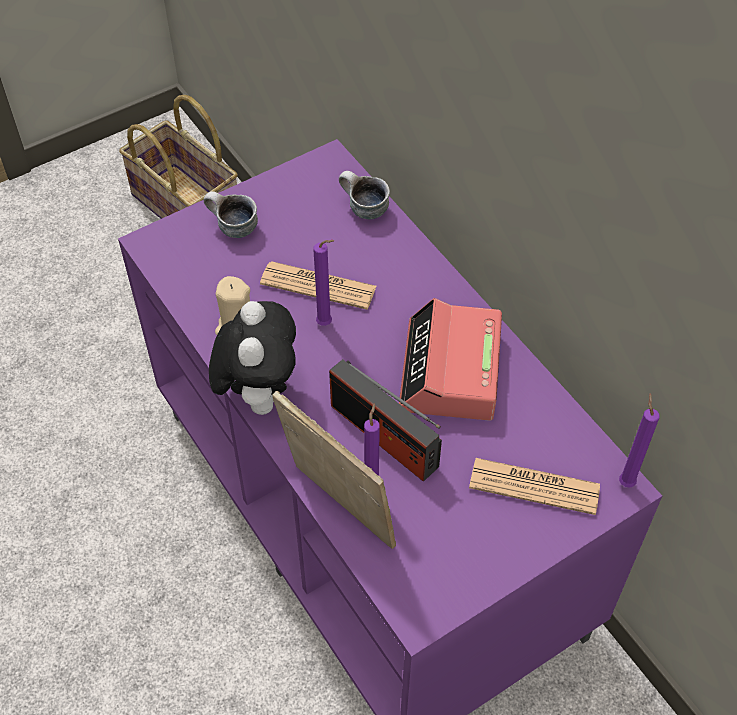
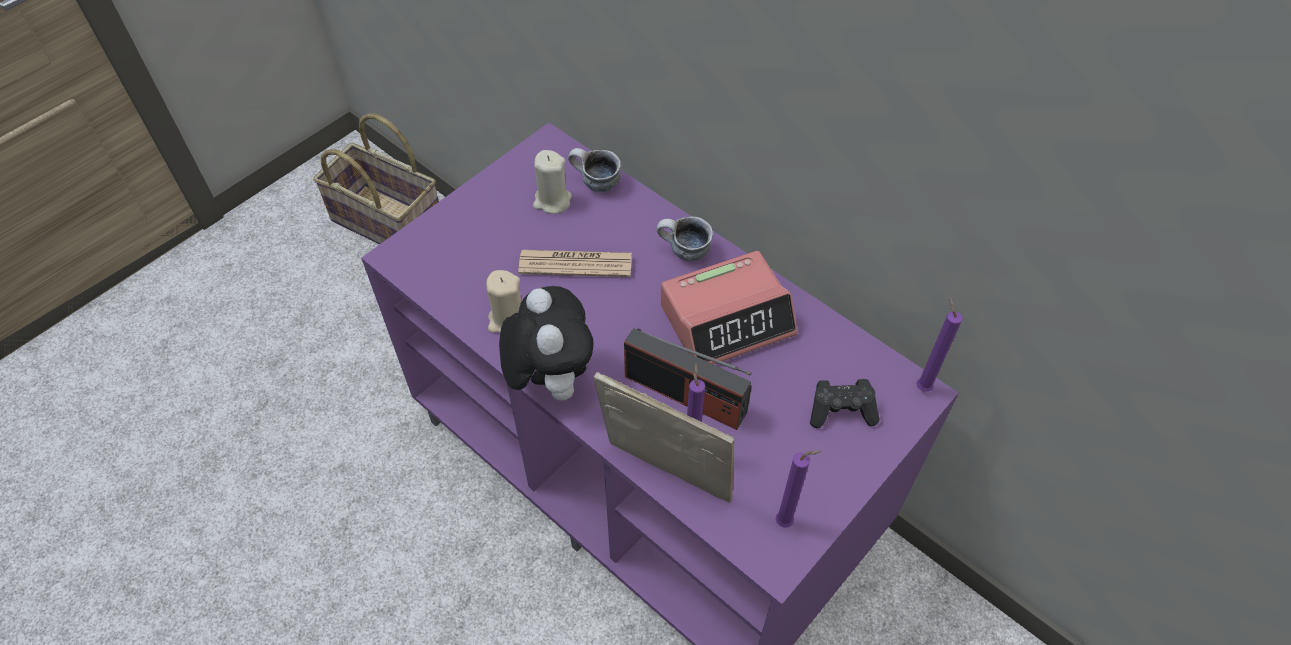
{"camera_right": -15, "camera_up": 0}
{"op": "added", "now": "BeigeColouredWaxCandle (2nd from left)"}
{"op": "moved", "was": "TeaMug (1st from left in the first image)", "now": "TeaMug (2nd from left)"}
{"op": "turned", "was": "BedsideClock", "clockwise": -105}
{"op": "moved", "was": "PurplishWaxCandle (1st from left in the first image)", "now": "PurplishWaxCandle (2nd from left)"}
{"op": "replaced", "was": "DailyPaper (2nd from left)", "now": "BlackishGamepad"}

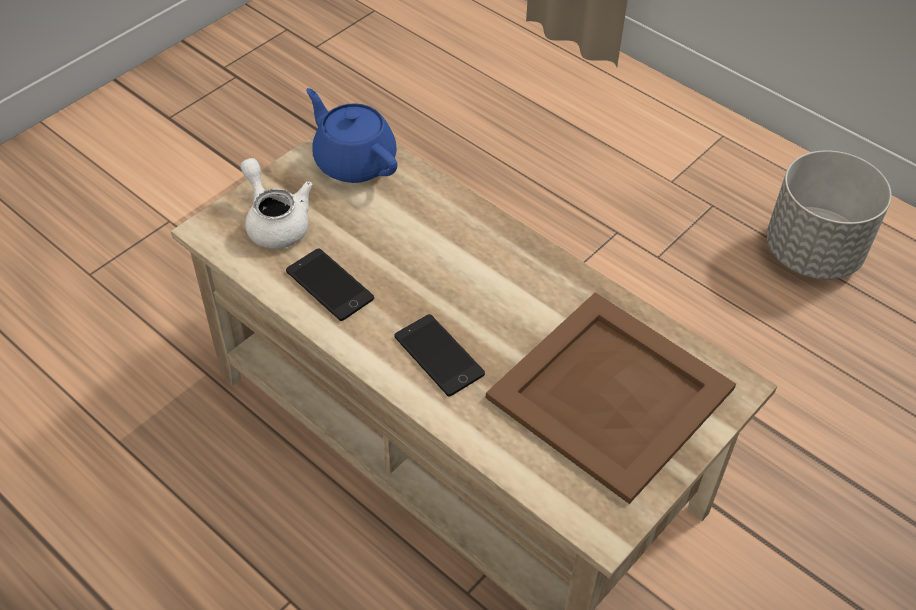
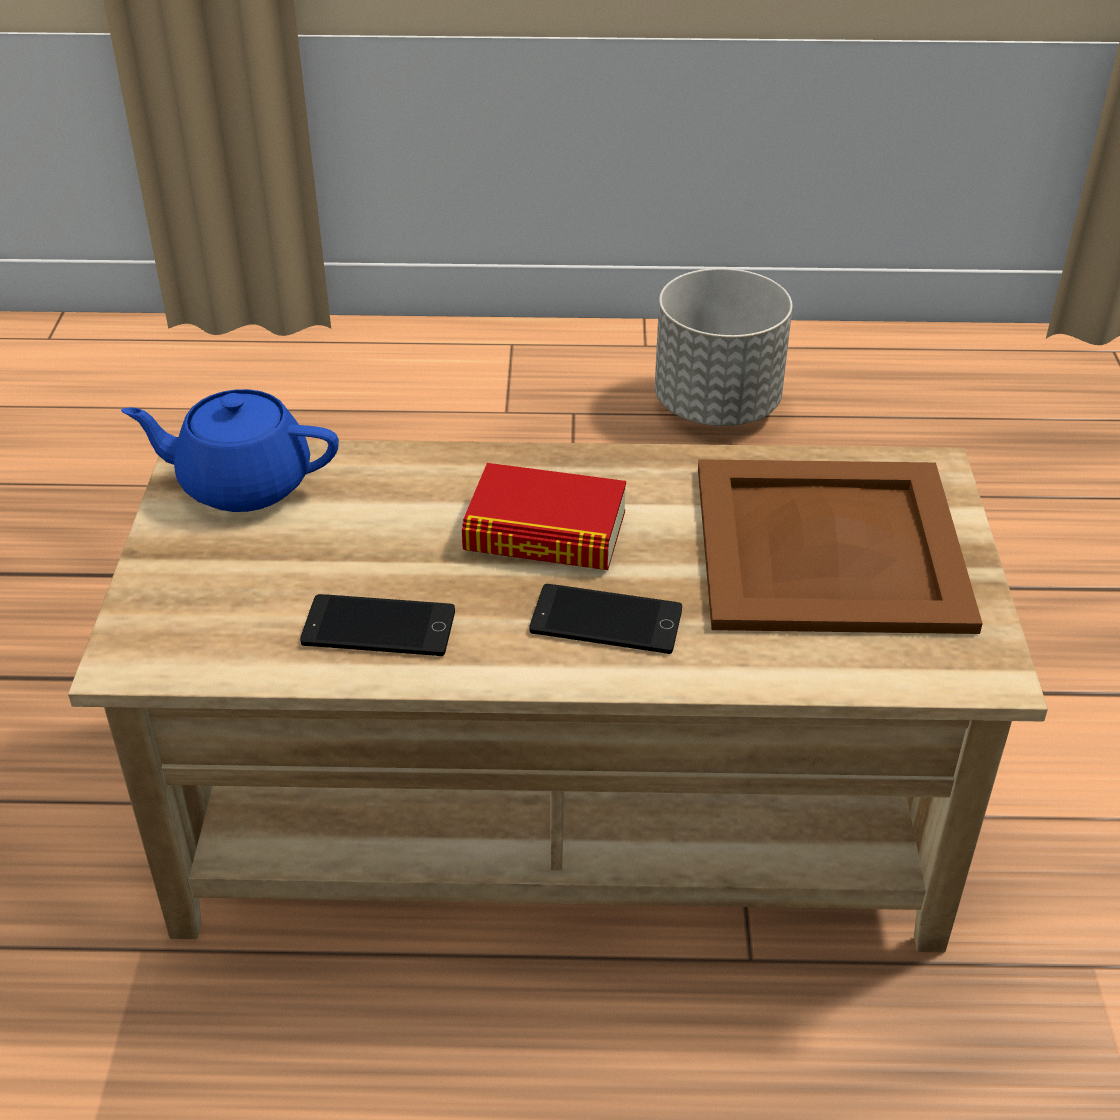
{"camera_right": -40, "camera_up": -10}
{"op": "added", "now": "Volume"}
{"op": "removed", "was": "WhitishPotForTea"}

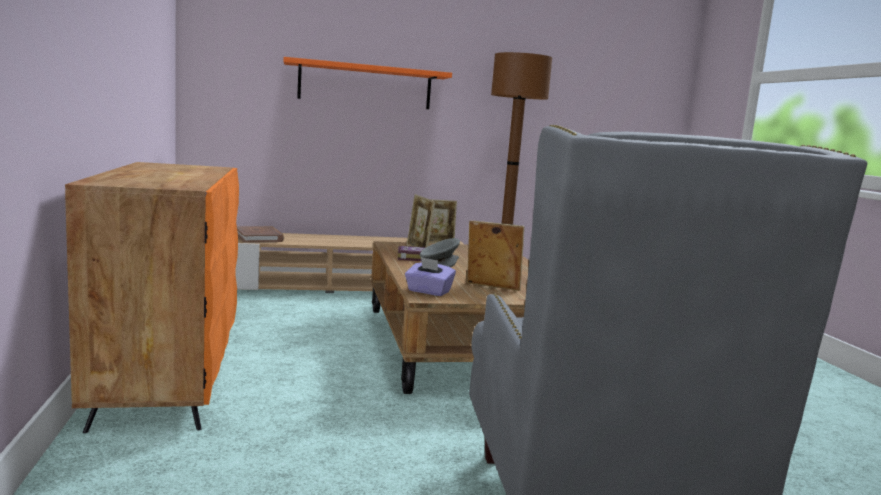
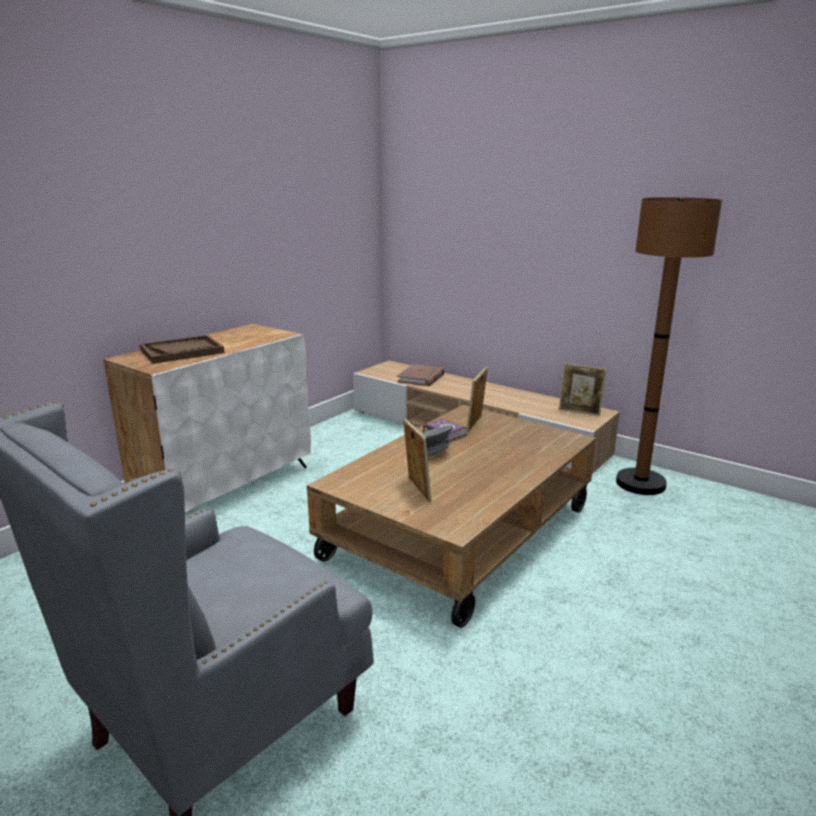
{"camera_right": 50, "camera_up": 10}
{"op": "recoloured", "was": "OrangeColouredCabinet", "now": "WhitishCabinet"}
{"op": "added", "now": "BrownCarryingTray"}
{"op": "removed", "was": "OrangeColouredBracketShelf"}
{"op": "removed", "was": "PurplishTissueHolder"}

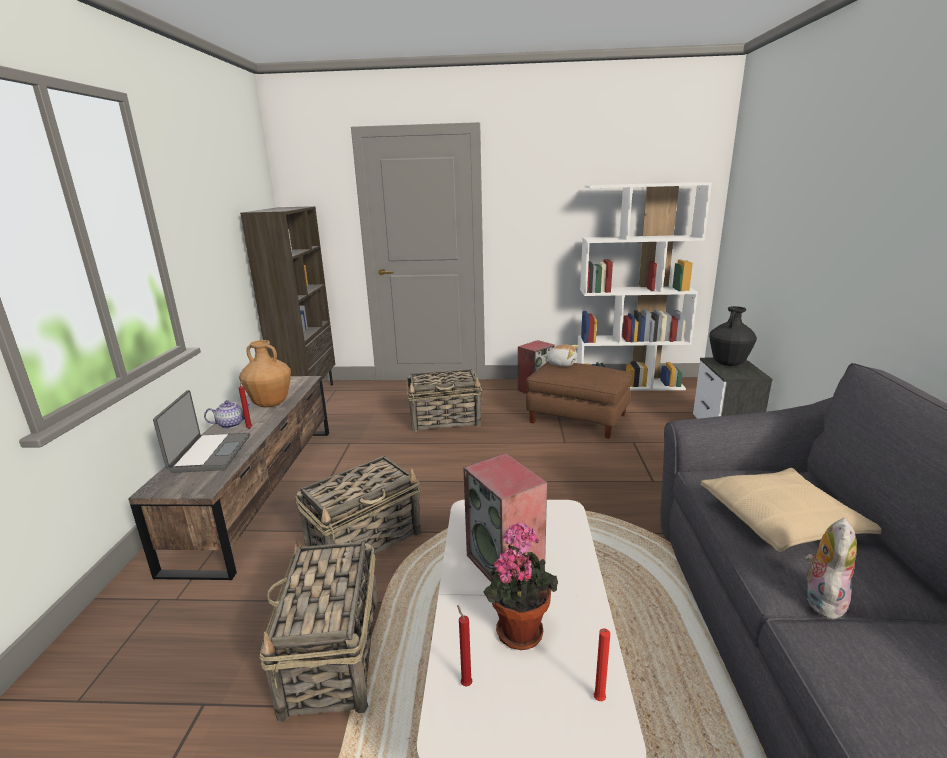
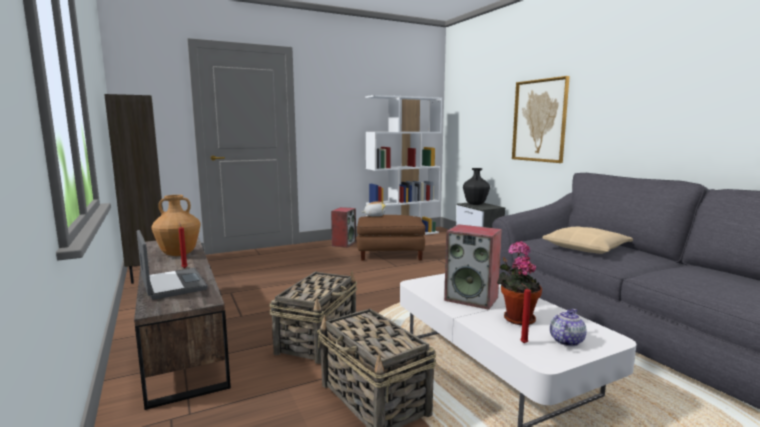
{"camera_right": -30, "camera_up": -10}
{"op": "added", "now": "Picture"}
{"op": "moved", "was": "PotForTea"}
{"op": "removed", "was": "Basket (3rd from left)"}
{"op": "removed", "was": "ReddishWaxCandle (3rd from left)"}
{"op": "removed", "was": "SoftToy (2nd from left)"}

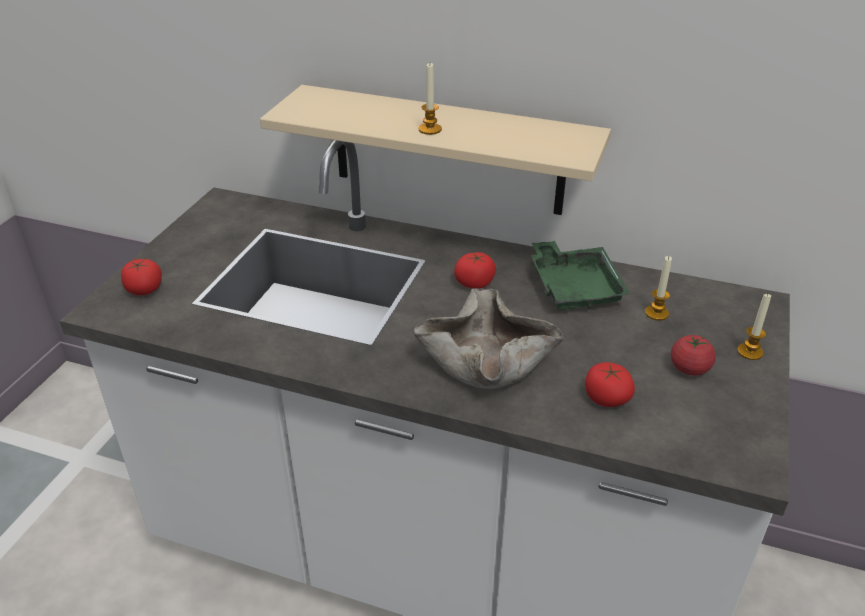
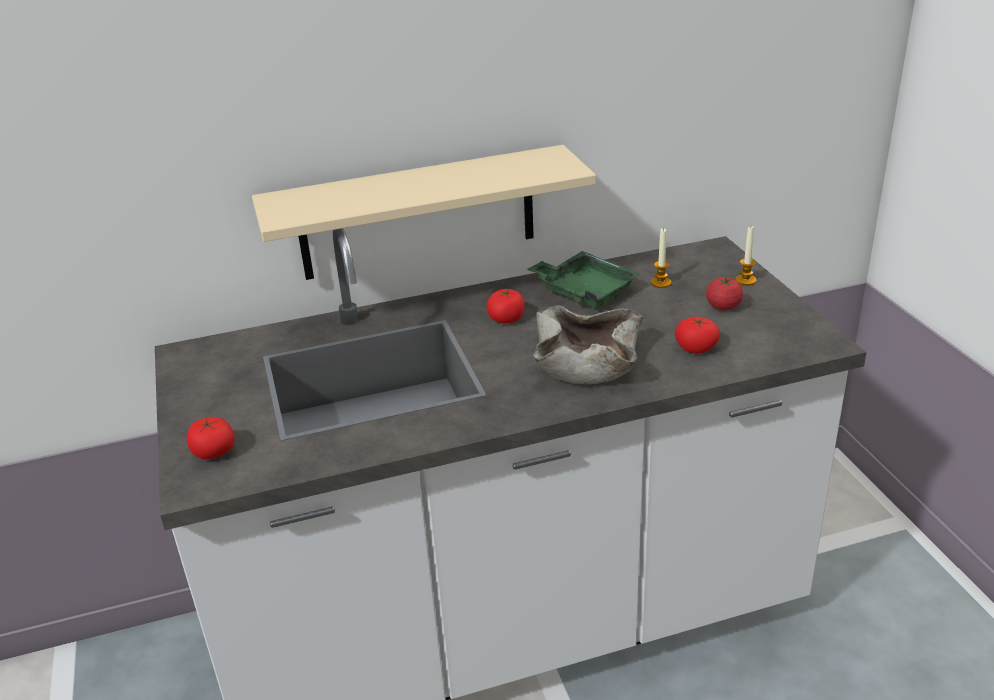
{"camera_right": -35, "camera_up": -5}
{"op": "removed", "was": "WaxCandle (1st from left)"}

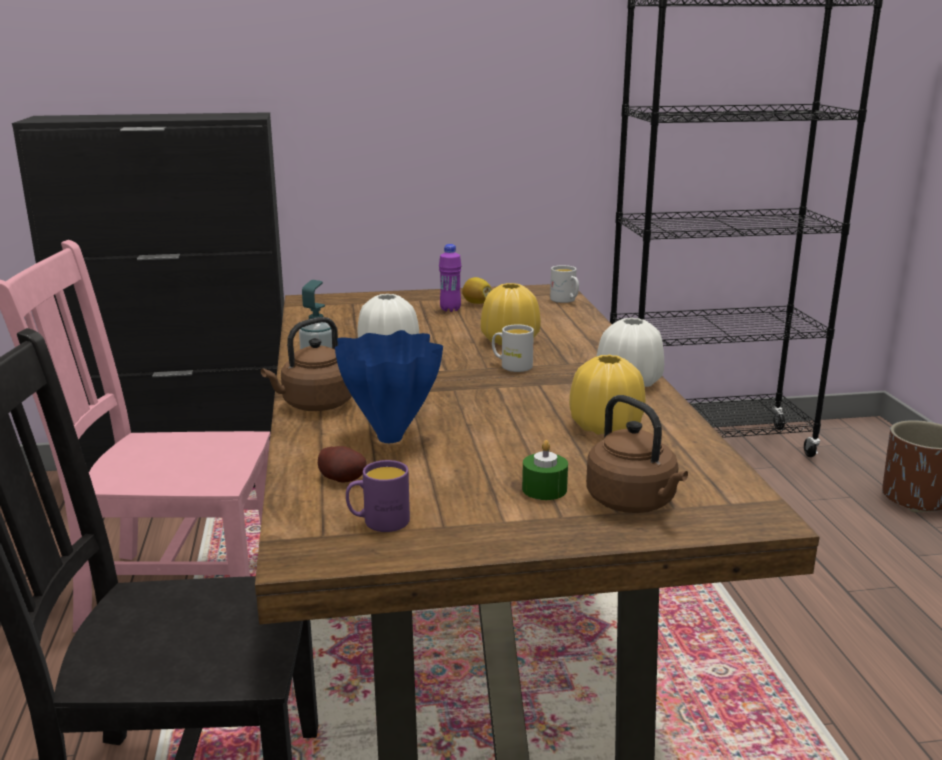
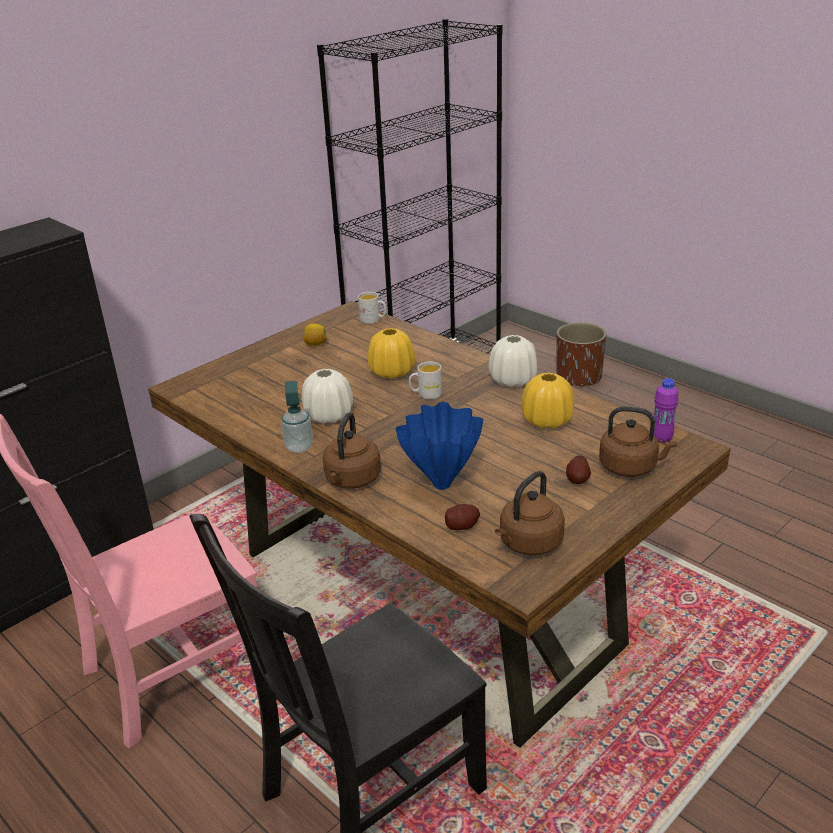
{"camera_right": -35, "camera_up": 10}
{"op": "replaced", "was": "PurplishTeaMug", "now": "BrownTeaKettle (2nd from left)"}
{"op": "replaced", "was": "GreenColouredWaxCandle", "now": "WholePotato (2nd from left)"}
{"op": "moved", "was": "PurplishBeverageBottle"}

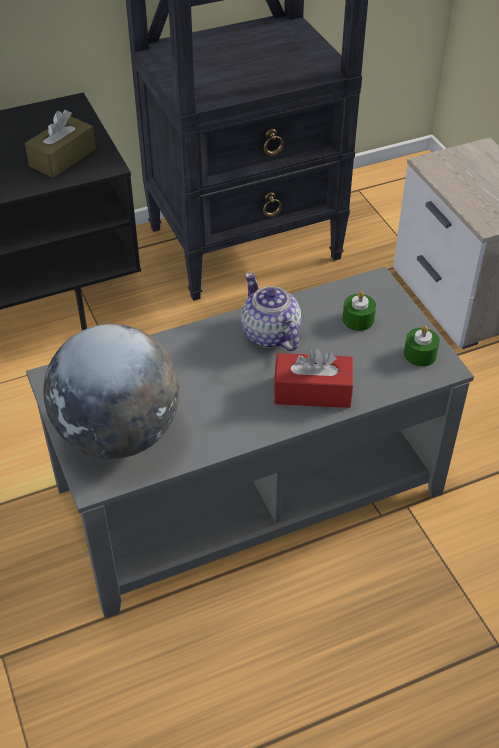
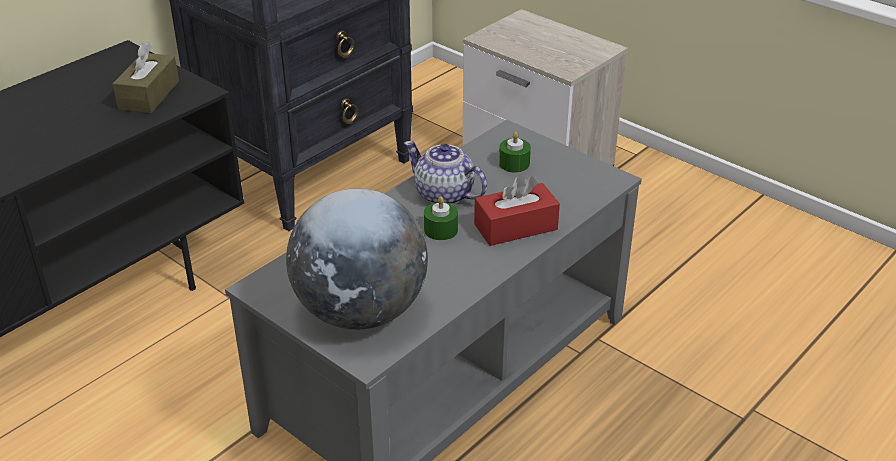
{"camera_right": -25, "camera_up": -10}
{"op": "moved", "was": "GreenColouredWaxCandle (2nd from left in the first image)", "now": "GreenColouredWaxCandle (1st from left)"}

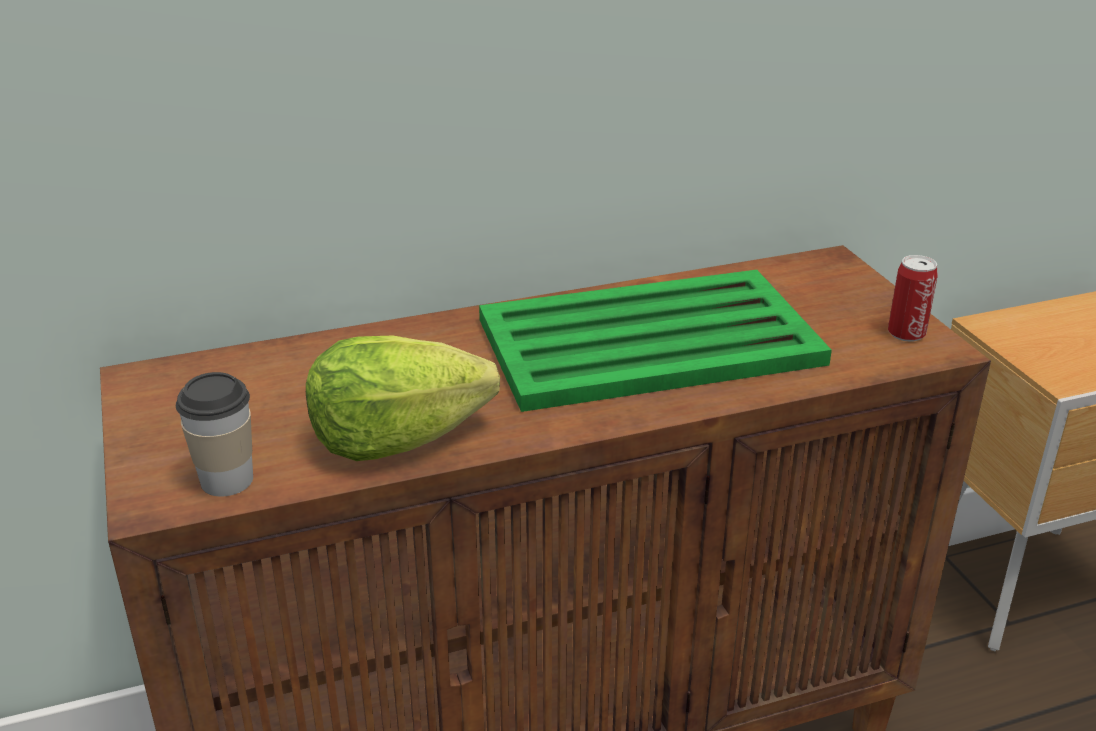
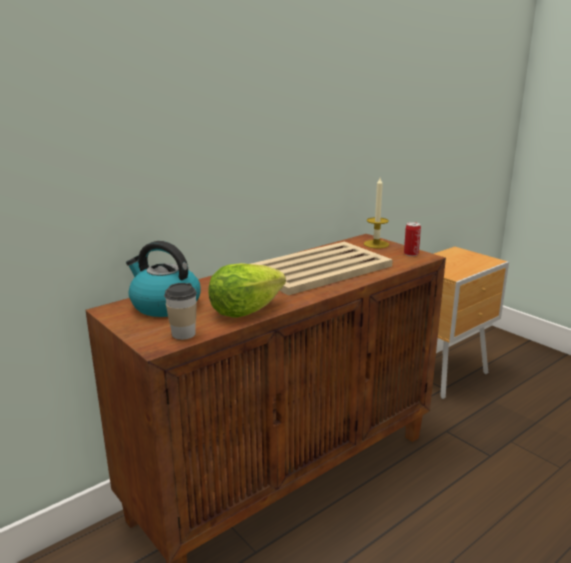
{"camera_right": -20, "camera_up": -10}
{"op": "added", "now": "TeaKettle"}
{"op": "recoloured", "was": "GreenColouredCarryingTray", "now": "BeigeColouredCarryingTray"}
{"op": "added", "now": "WaxCandle"}

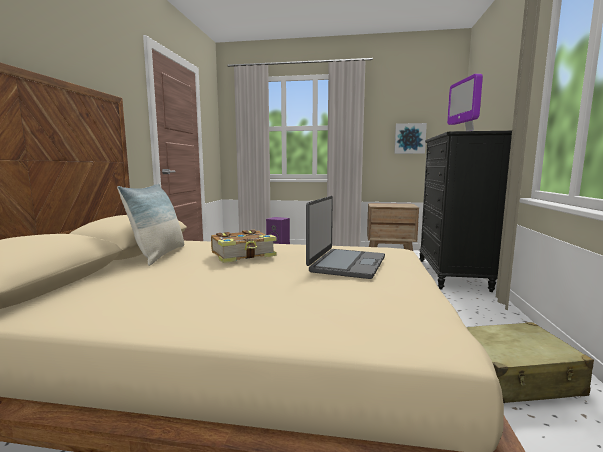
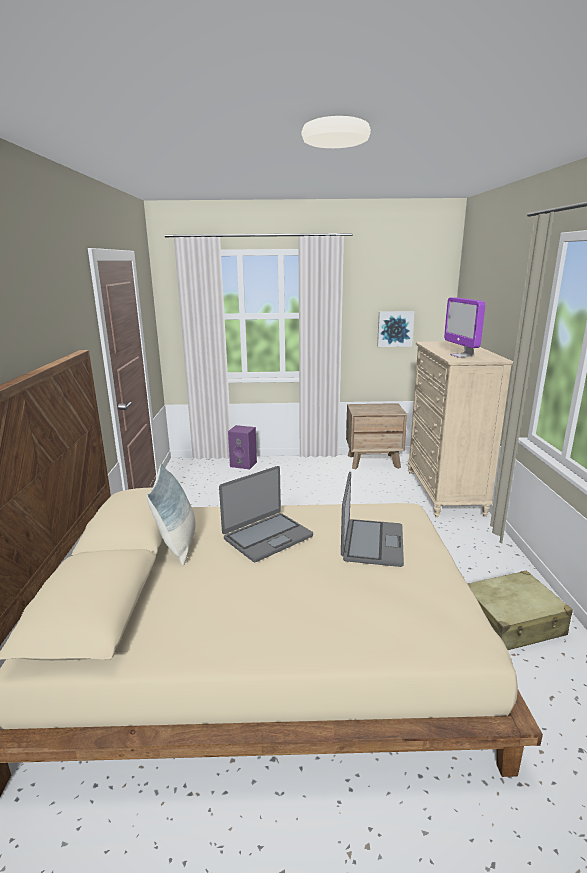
{"camera_right": -10, "camera_up": 10}
{"op": "replaced", "was": "Volume", "now": "NotebookComputer (1st from left)"}
{"op": "recoloured", "was": "BlackishDrawerChest", "now": "BeigeColouredDrawerChest"}

